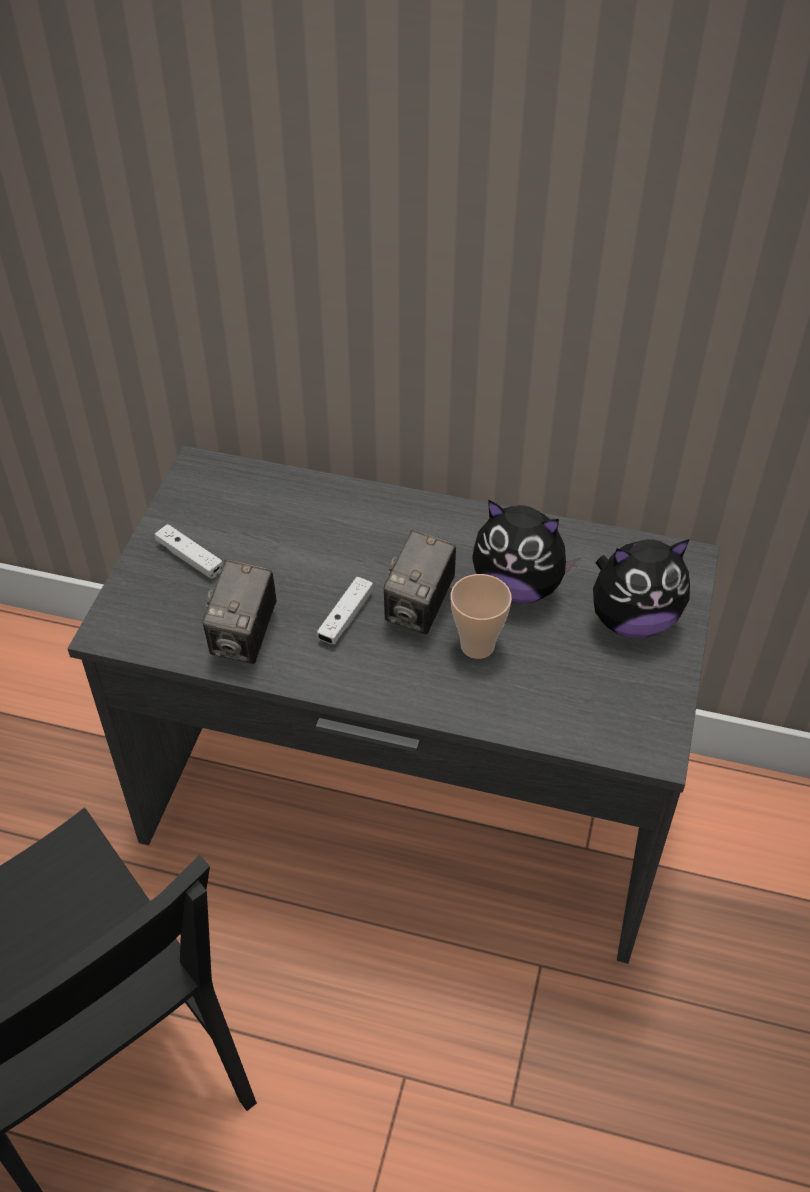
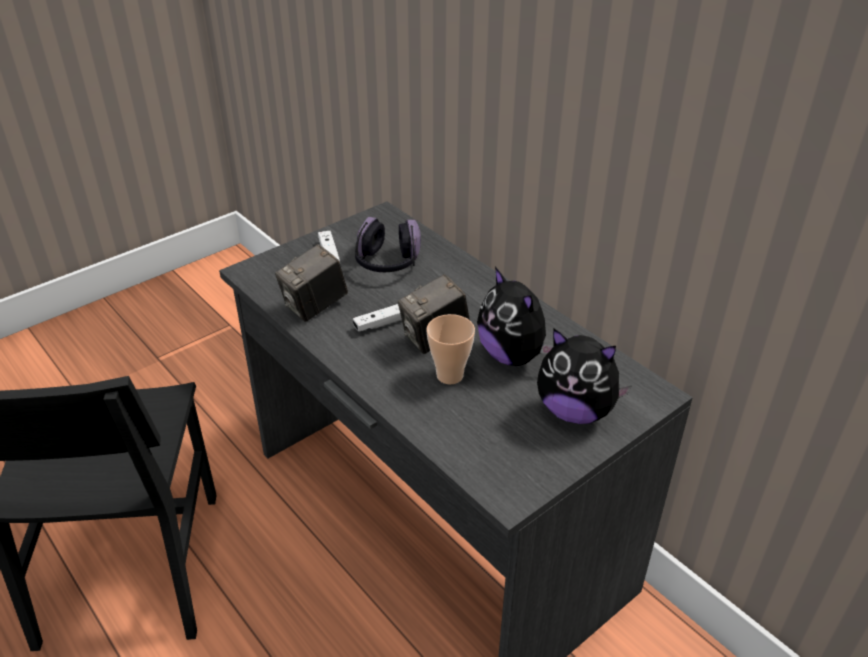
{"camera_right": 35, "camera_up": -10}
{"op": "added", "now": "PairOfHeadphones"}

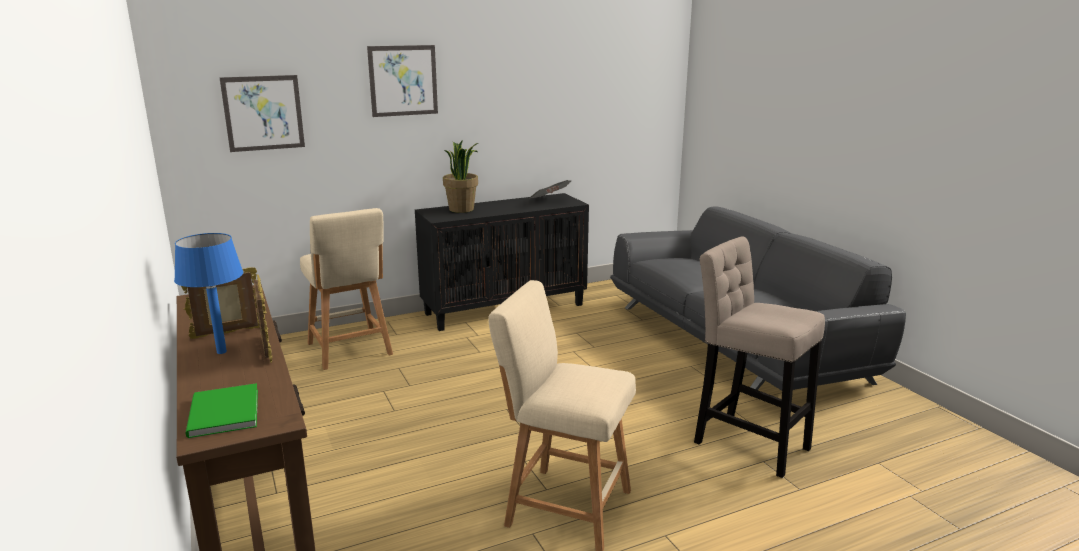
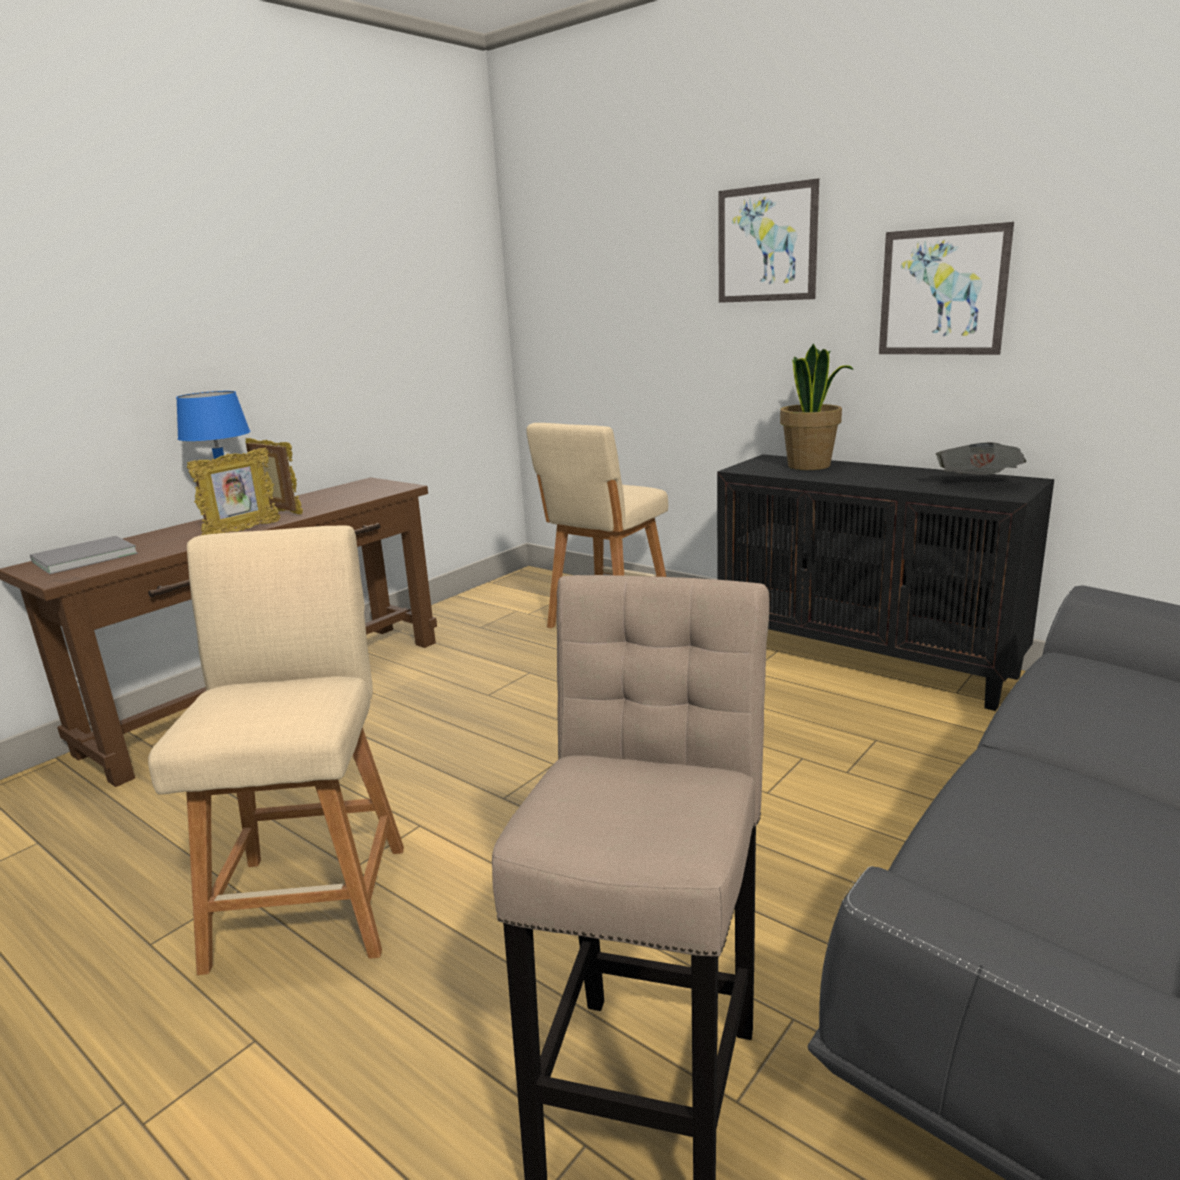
{"camera_right": 65, "camera_up": 0}
{"op": "recoloured", "was": "GreenColouredVolume", "now": "GreyishVolume"}
{"op": "moved", "was": "Picture (1st from left in the first image)", "now": "Picture (2nd from left)"}

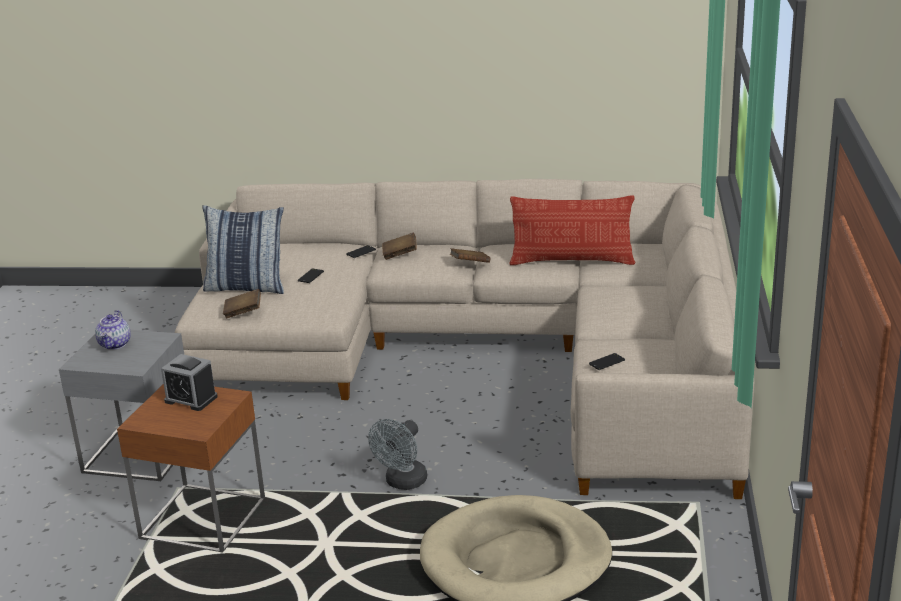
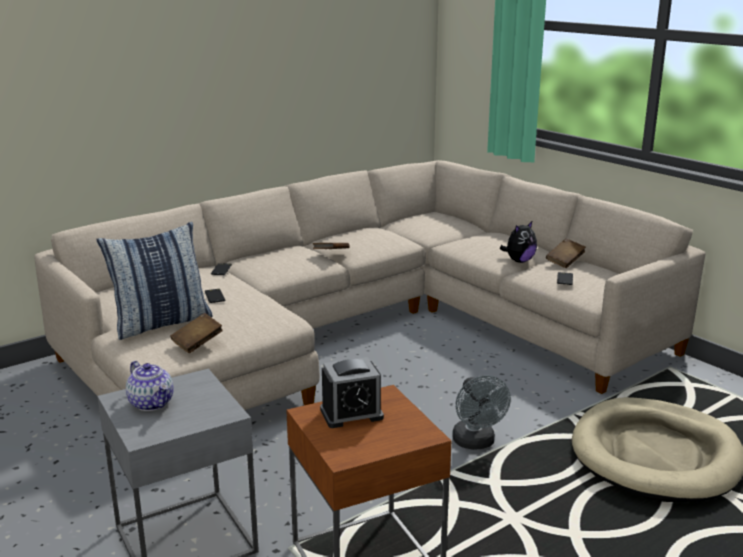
{"camera_right": -45, "camera_up": -5}
{"op": "added", "now": "SoftToy"}
{"op": "moved", "was": "BrownVolume (2nd from left in the first image)", "now": "BrownVolume (3rd from left)"}
{"op": "removed", "was": "Cushion (2nd from left)"}

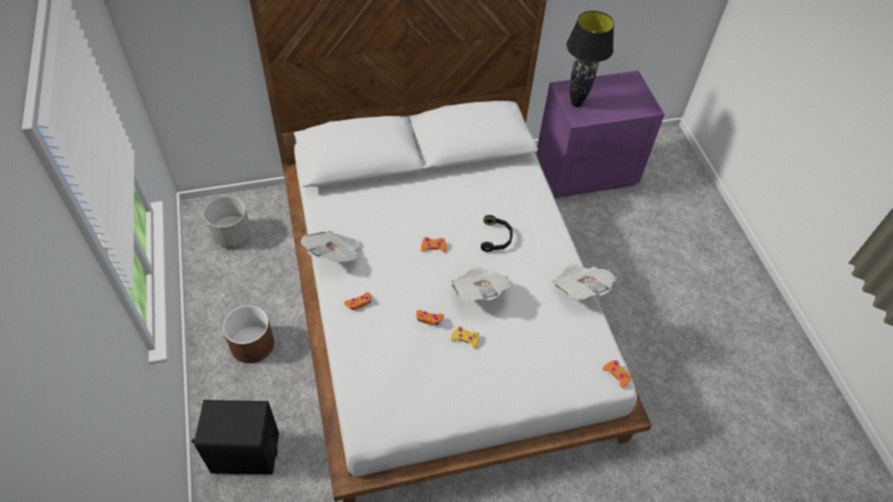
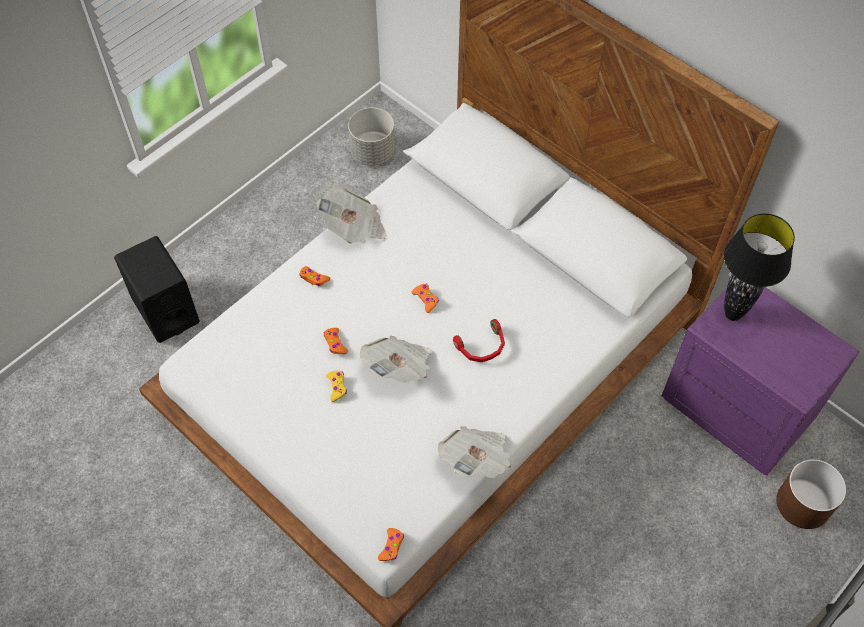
{"camera_right": 60, "camera_up": 5}
{"op": "recoloured", "was": "BlackishPairOfHeadphones", "now": "ReddishPairOfHeadphones"}
{"op": "moved", "was": "BrownFlowerPot"}

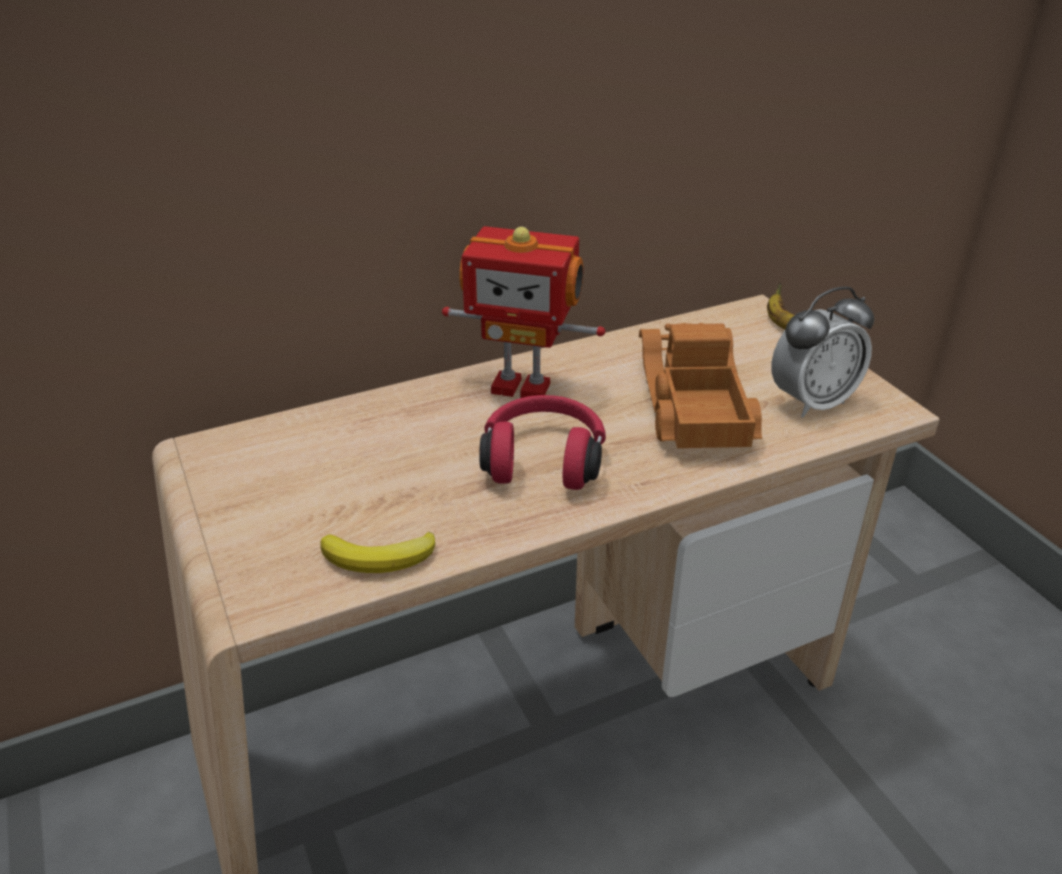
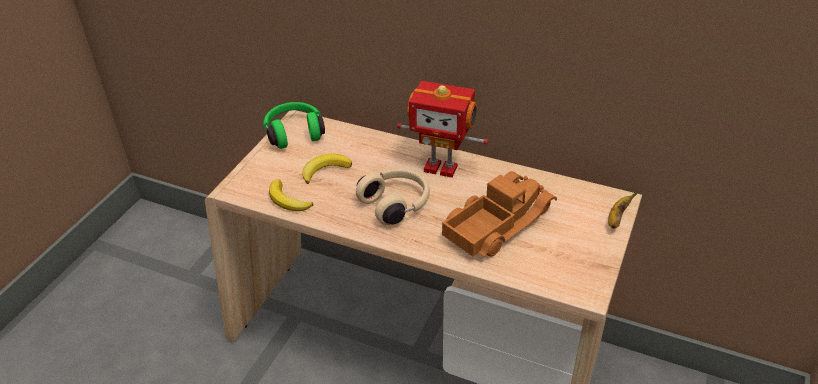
{"camera_right": 50, "camera_up": 5}
{"op": "added", "now": "GreenColouredPairOfHeadphones"}
{"op": "added", "now": "Banana (2nd from left)"}
{"op": "recoloured", "was": "ReddishPairOfHeadphones", "now": "BeigeColouredPairOfHeadphones"}
{"op": "turned", "was": "ModelRobot", "clockwise": -45}
{"op": "removed", "was": "BedsideClock"}

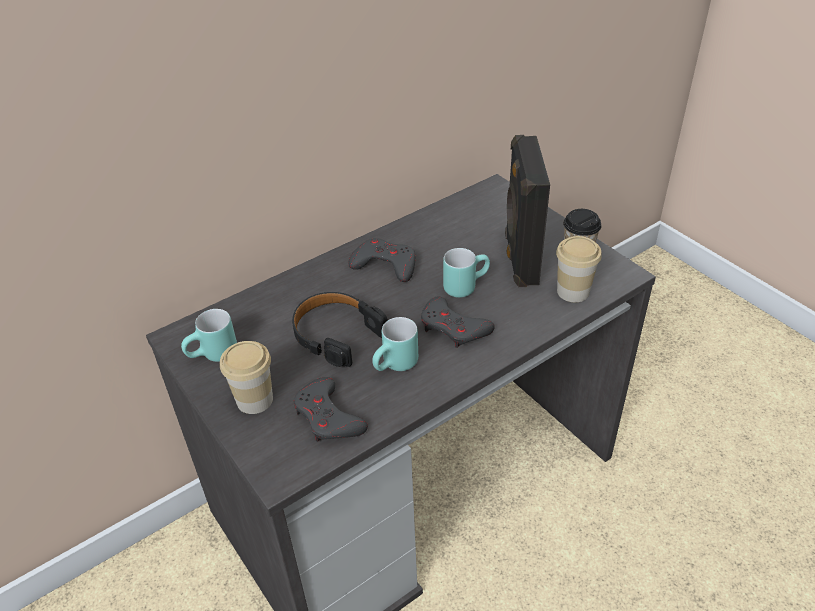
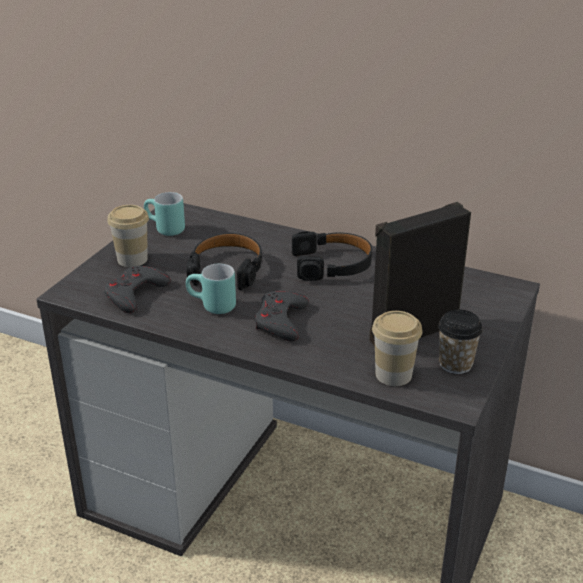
{"camera_right": 60, "camera_up": -10}
{"op": "replaced", "was": "GreyishGamepad (2nd from left)", "now": "BlackishPairOfHeadphones (2nd from left)"}
{"op": "removed", "was": "TurquoiseColouredTeaMug (3rd from left)"}

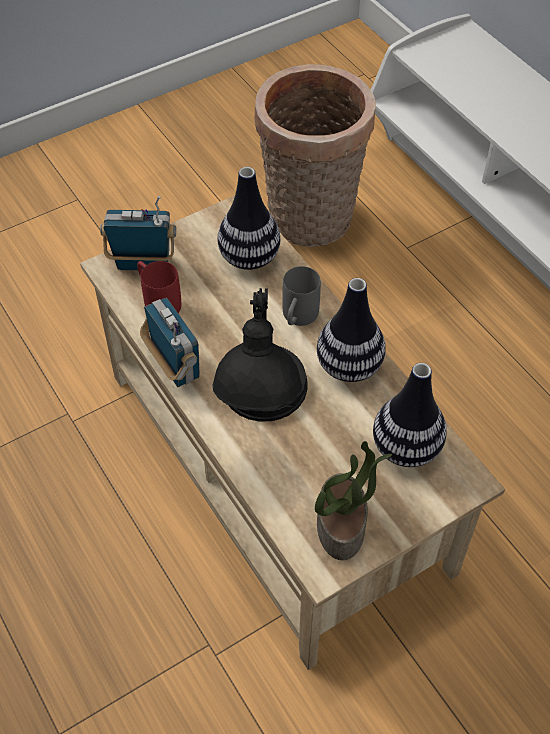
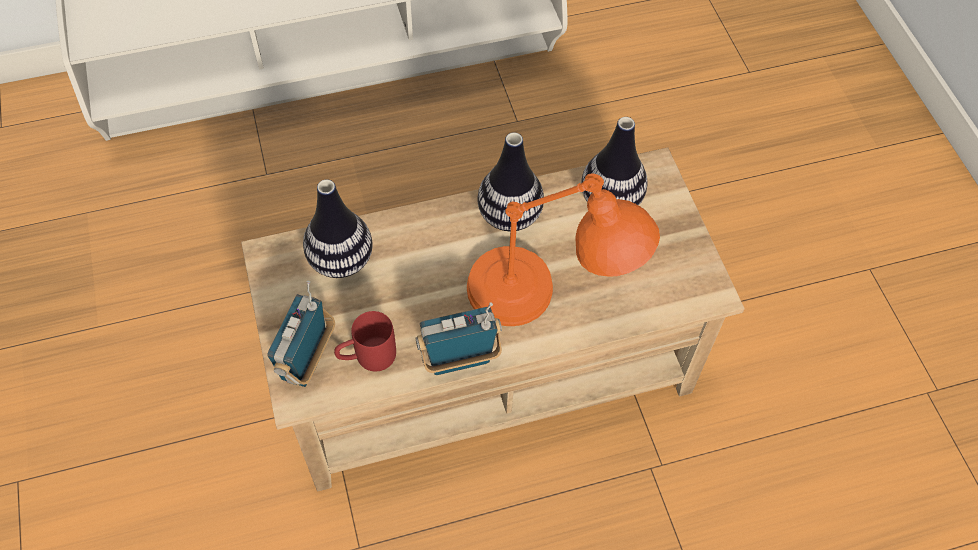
{"camera_right": -75, "camera_up": 5}
{"op": "recoloured", "was": "BlackishLampForATable", "now": "OrangeColouredLampForATable"}
{"op": "removed", "was": "Basket"}
{"op": "removed", "was": "GreyishTeaMug"}
{"op": "removed", "was": "Houseplant"}

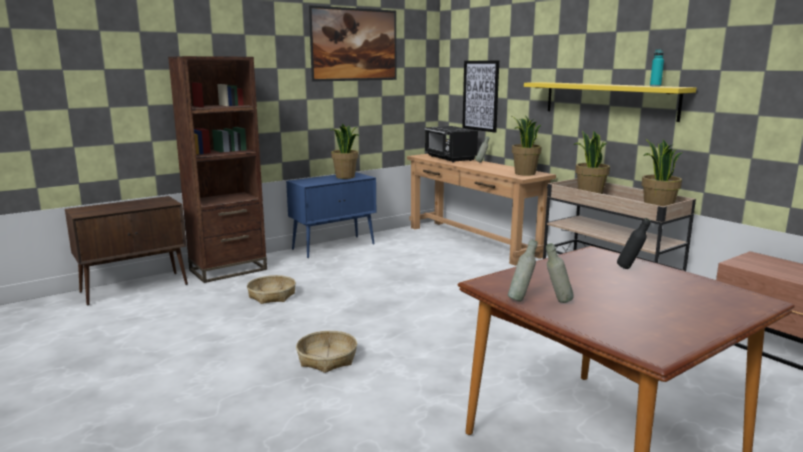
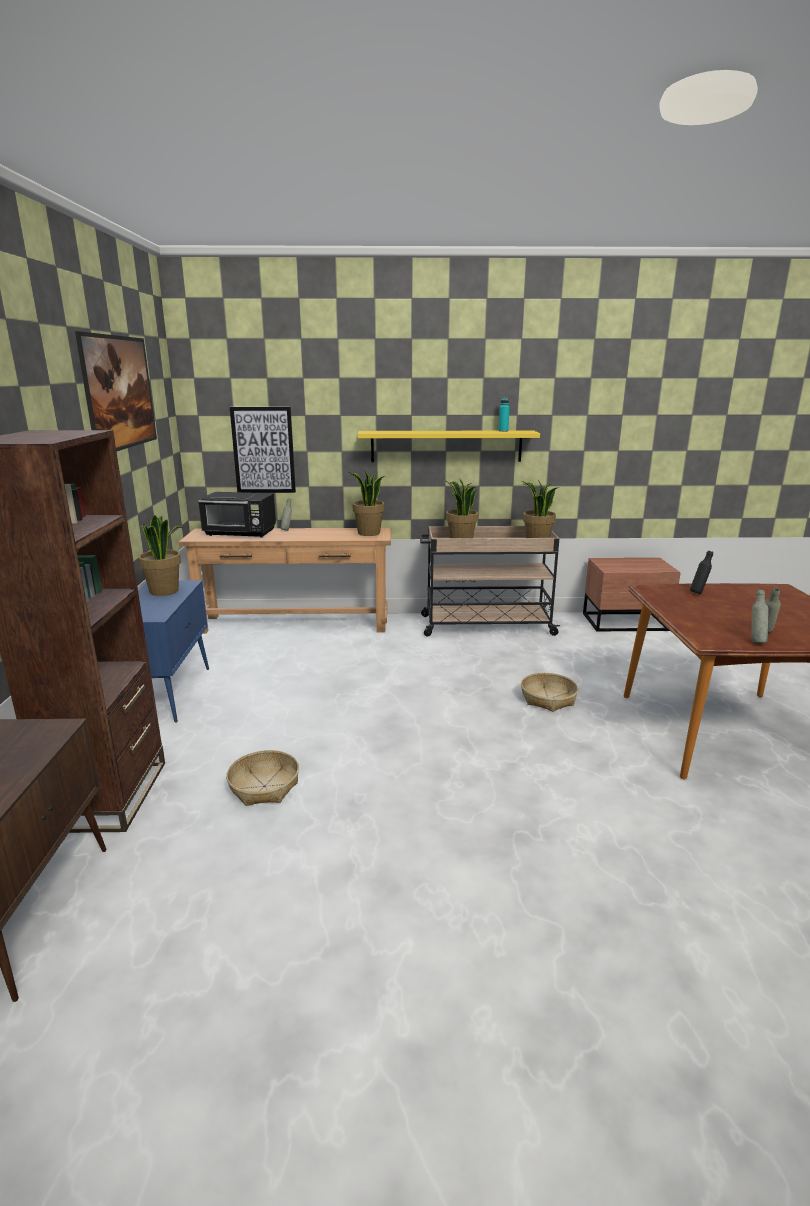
{"camera_right": -55, "camera_up": 5}
{"op": "moved", "was": "Basket (2nd from left)"}

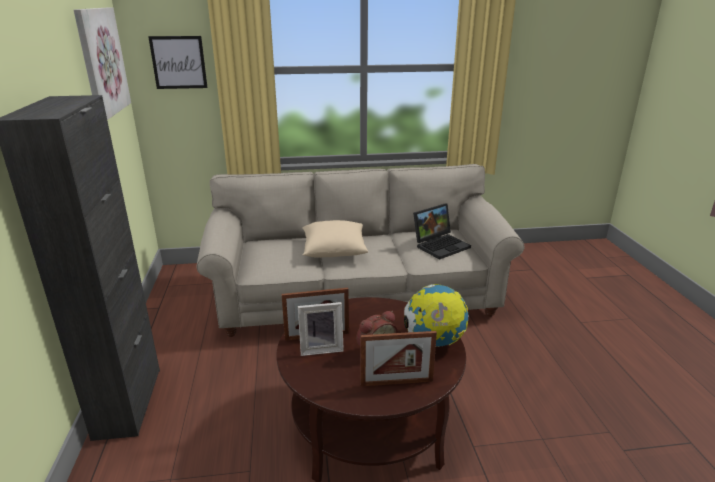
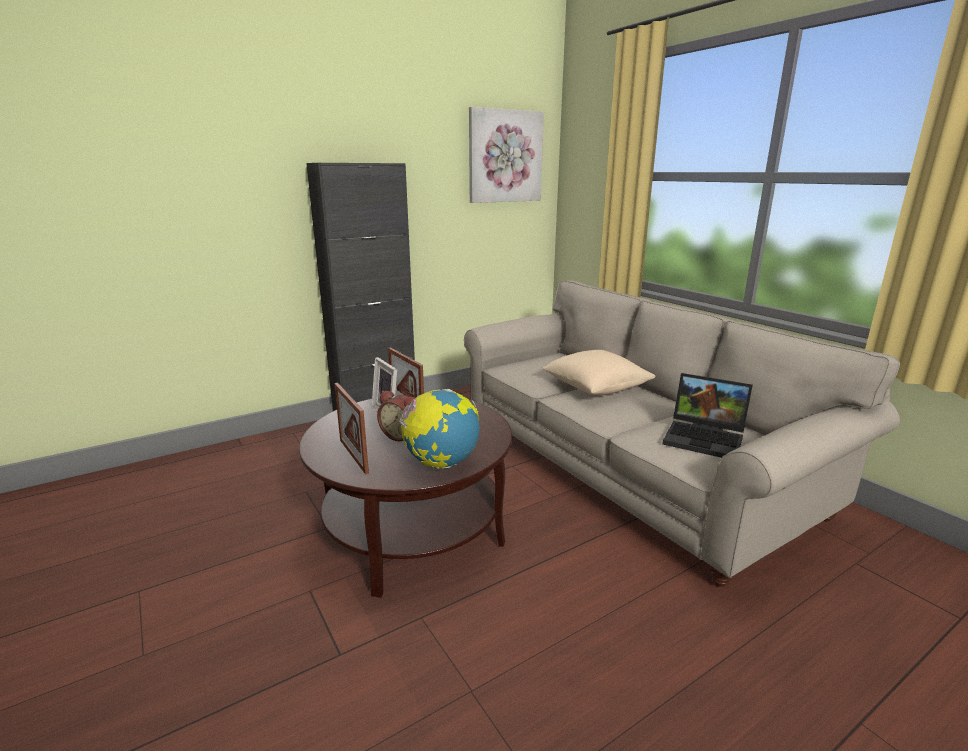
{"camera_right": 65, "camera_up": -5}
{"op": "removed", "was": "Picture (2nd from left)"}

